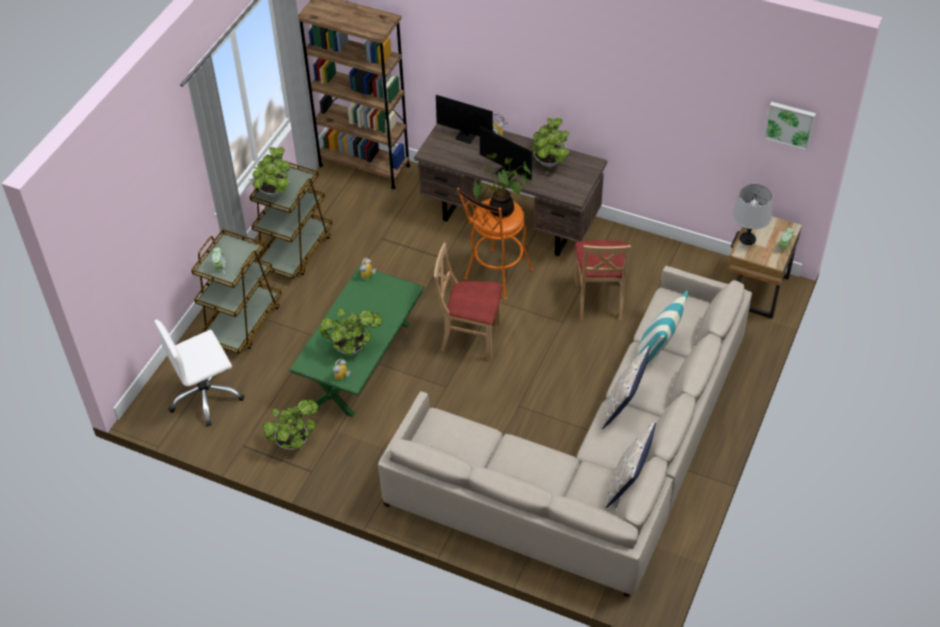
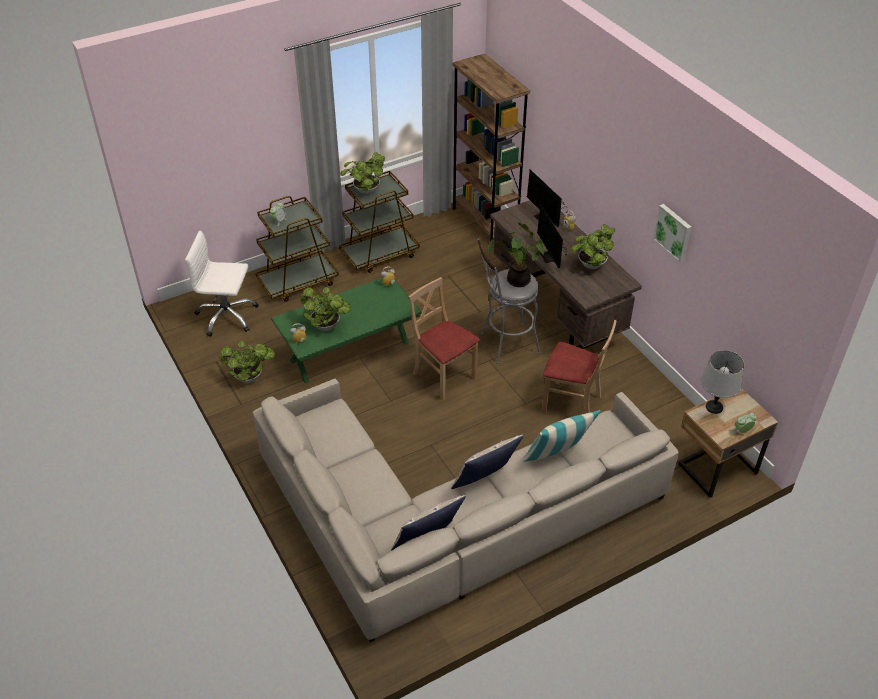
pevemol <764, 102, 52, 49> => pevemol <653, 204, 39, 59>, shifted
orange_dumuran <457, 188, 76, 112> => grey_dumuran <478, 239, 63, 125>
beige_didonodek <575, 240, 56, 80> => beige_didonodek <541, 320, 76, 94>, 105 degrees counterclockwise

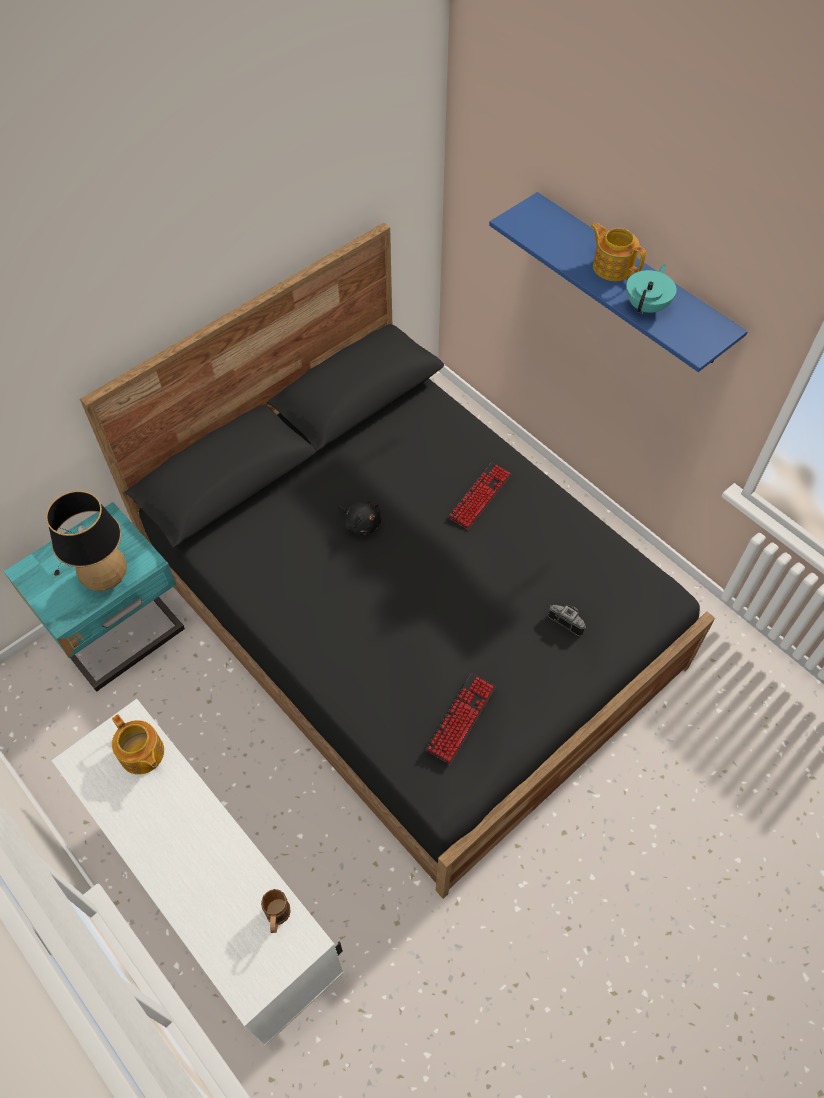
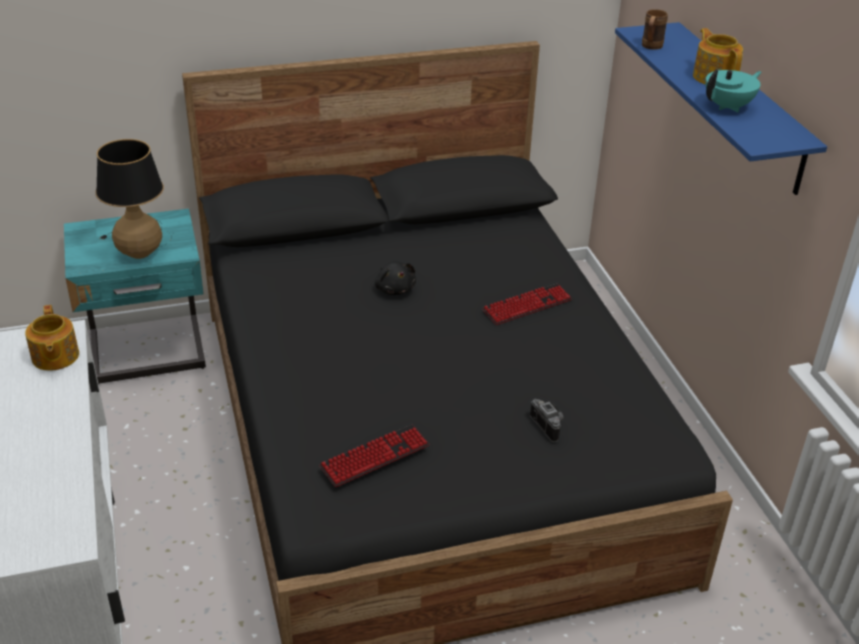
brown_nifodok <261, 889, 30, 44> => brown_nifodok <642, 9, 26, 41>, shifted

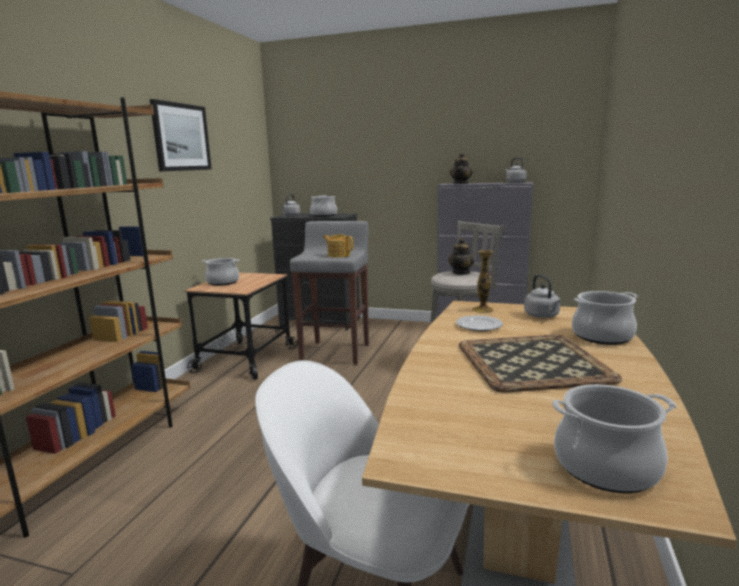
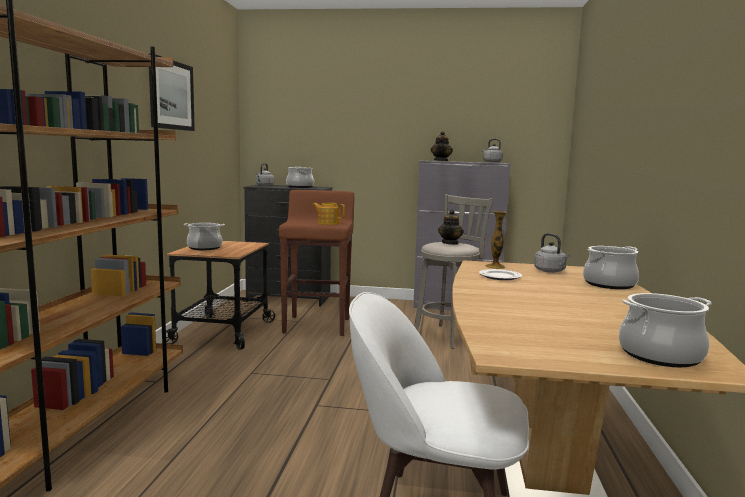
grey_dumuran <290, 221, 79, 144> => brown_dumuran <279, 190, 75, 146>
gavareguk <459, 335, 163, 58> => nothing

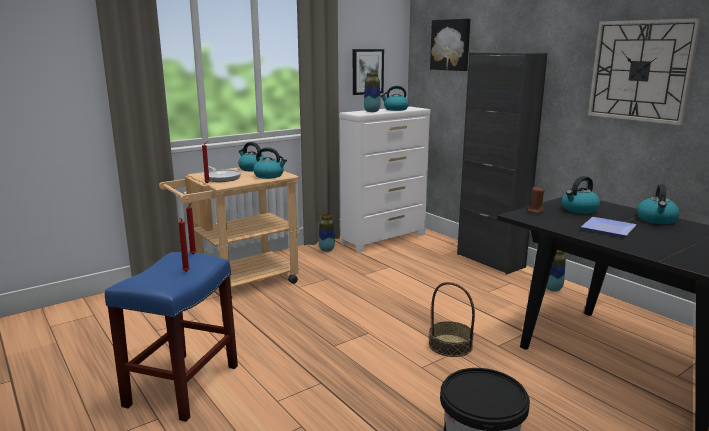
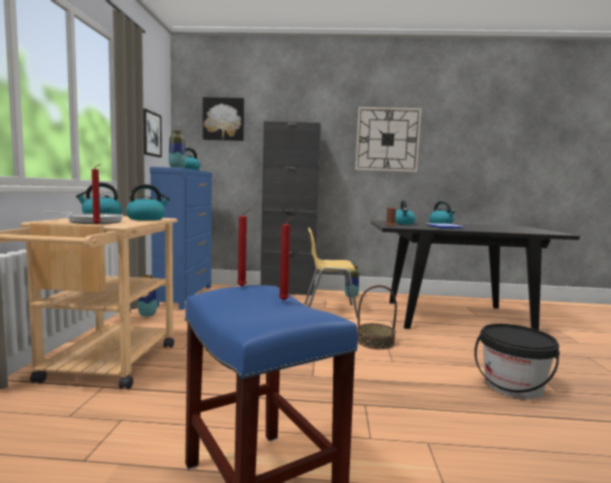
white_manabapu <339, 107, 92, 146> => blue_manabapu <150, 167, 62, 143>
nothing => yellow_didonodek <304, 228, 54, 90>

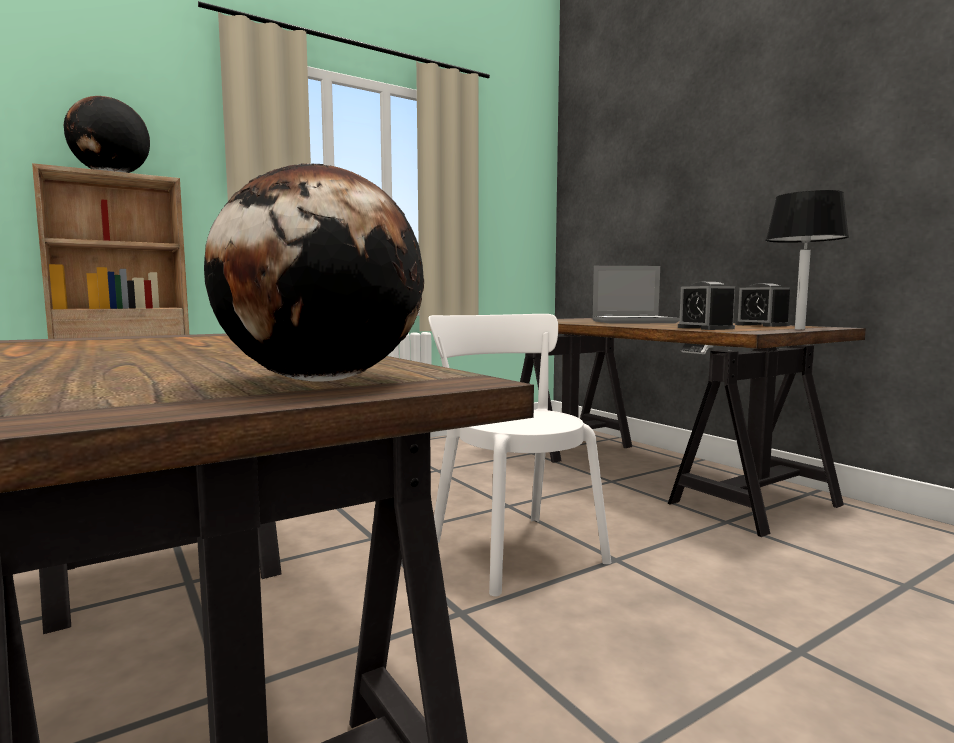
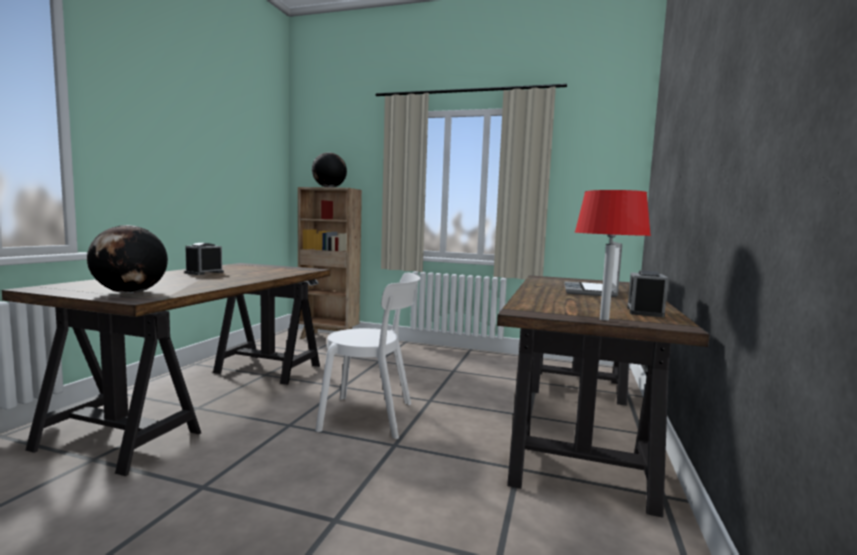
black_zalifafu <766, 190, 83, 140> => red_zalifafu <575, 190, 76, 131>
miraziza <592, 266, 88, 58> => miraziza <564, 242, 58, 55>, 60 degrees clockwise
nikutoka <678, 282, 57, 48> => nikutoka <185, 243, 39, 32>, shifted
white_didonodek <428, 314, 183, 282> => white_didonodek <315, 272, 105, 167>, 75 degrees clockwise

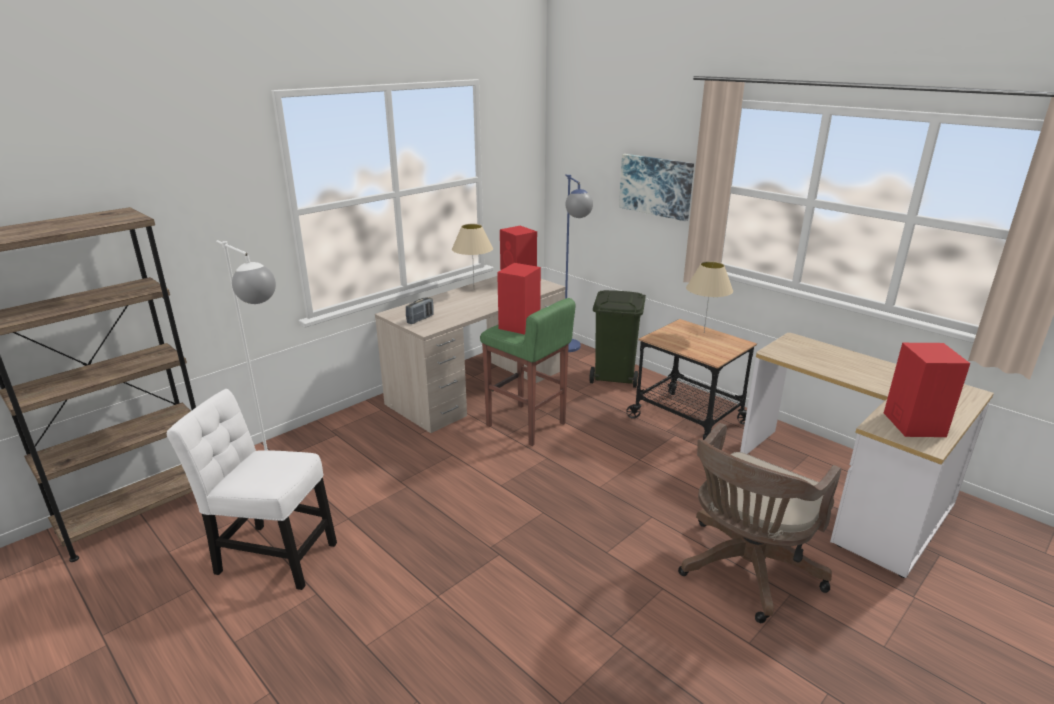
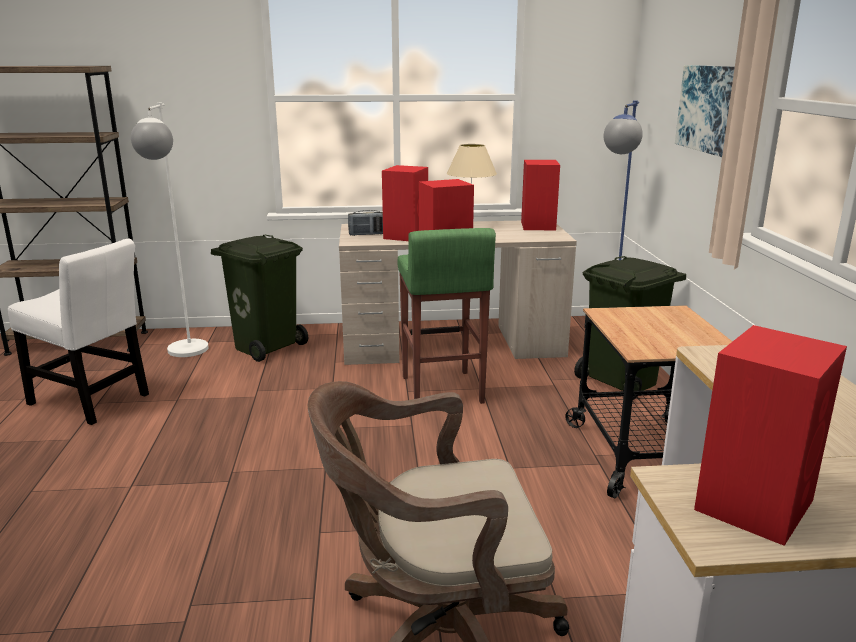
beige_zalifafu <686, 261, 47, 71> => nothing
white_didonodek <167, 389, 170, 201> => white_didonodek <8, 239, 141, 186>, 150 degrees clockwise
nothing => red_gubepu <382, 165, 46, 76>
nothing => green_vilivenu <211, 235, 97, 127>

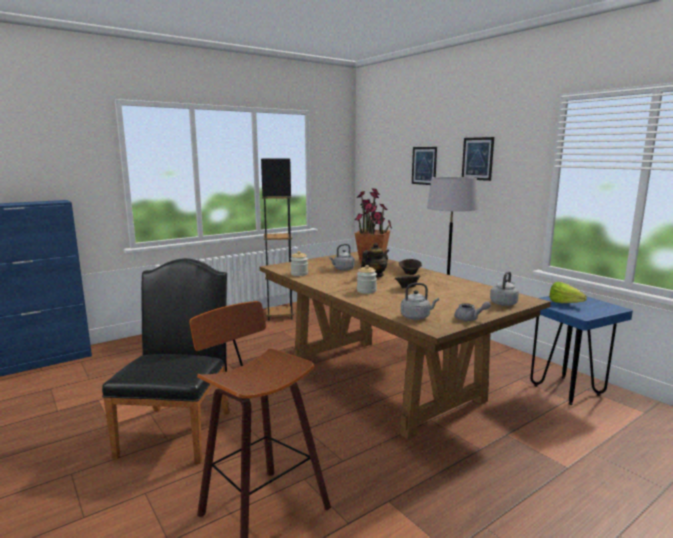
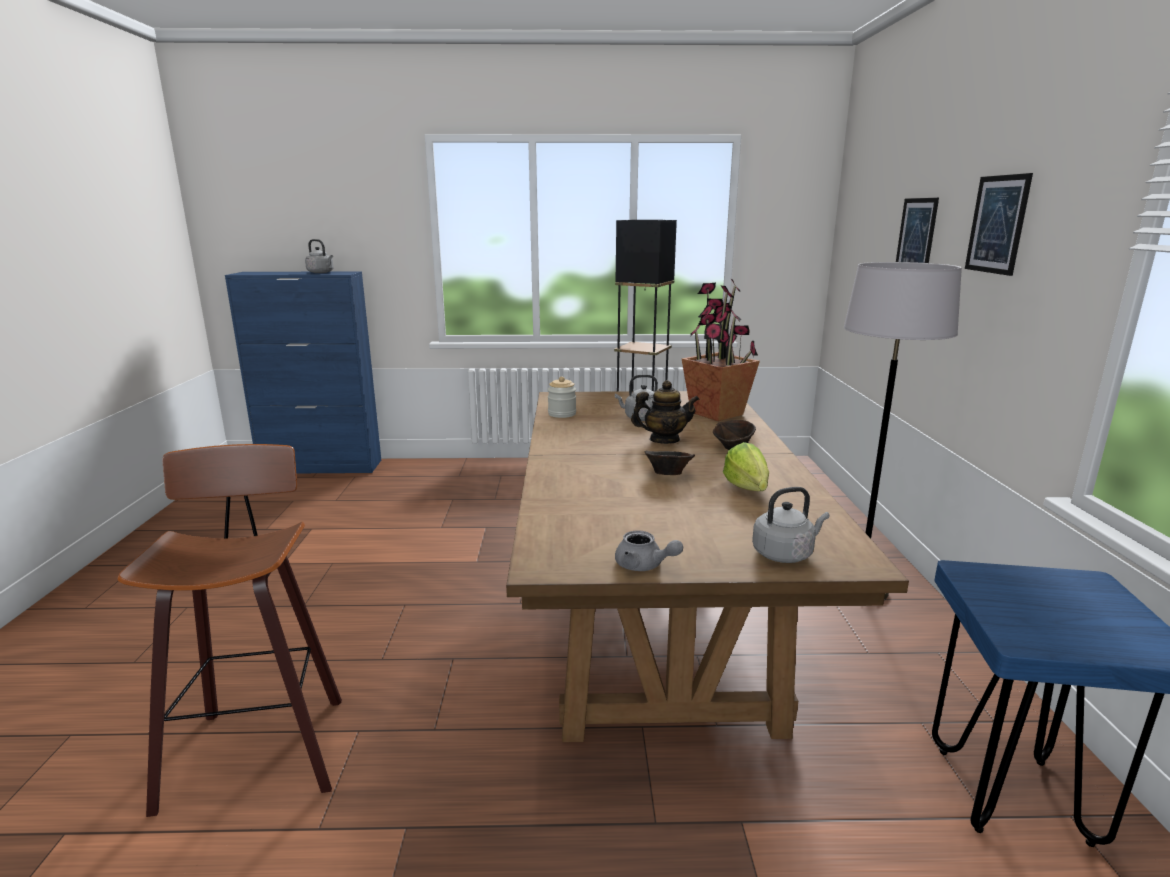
black_didonodek <102, 258, 128, 206> => nothing
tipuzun <357, 265, 20, 29> => nothing
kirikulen <549, 282, 38, 21> => kirikulen <723, 442, 46, 49>, shifted
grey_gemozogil <401, 283, 38, 37> => grey_gemozogil <305, 239, 29, 34>, shifted

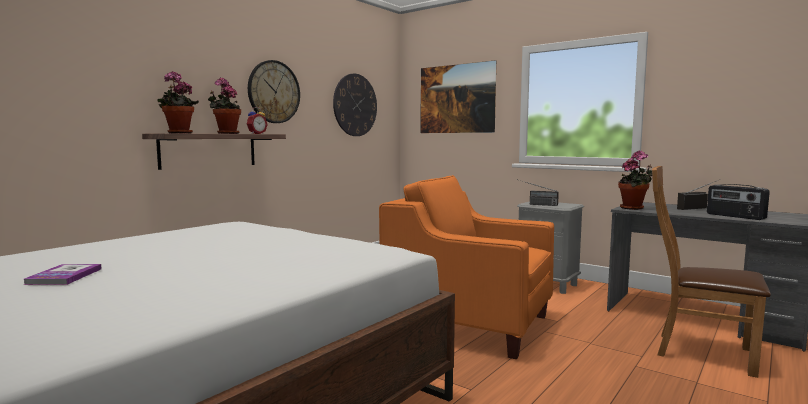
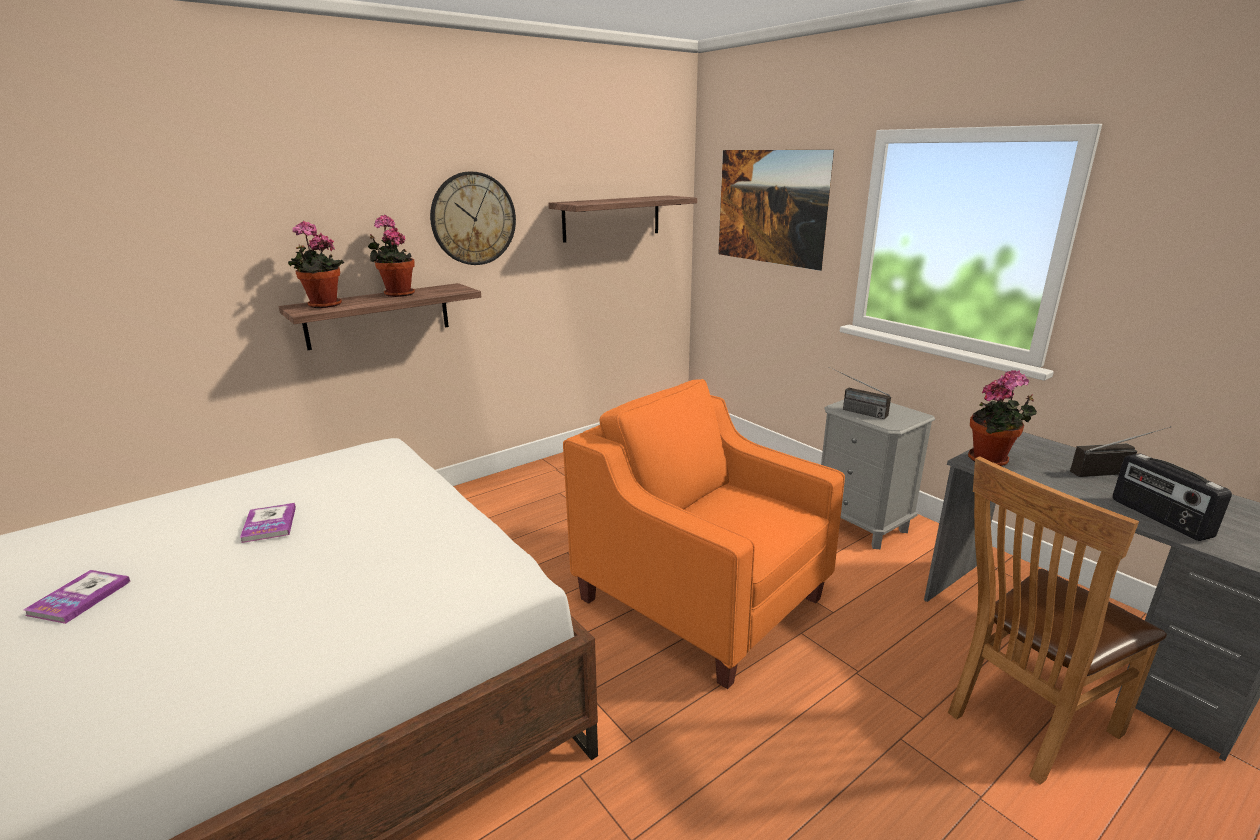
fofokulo <333, 74, 44, 62> => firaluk <549, 195, 148, 48>
nikutoka <247, 107, 21, 27> => nothing
brown_didonodek <652, 166, 119, 212> => brown_didonodek <948, 456, 219, 329>, 75 degrees counterclockwise
nothing => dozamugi <240, 503, 56, 40>

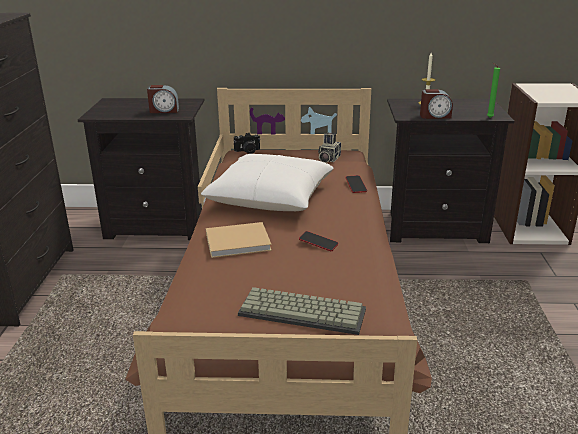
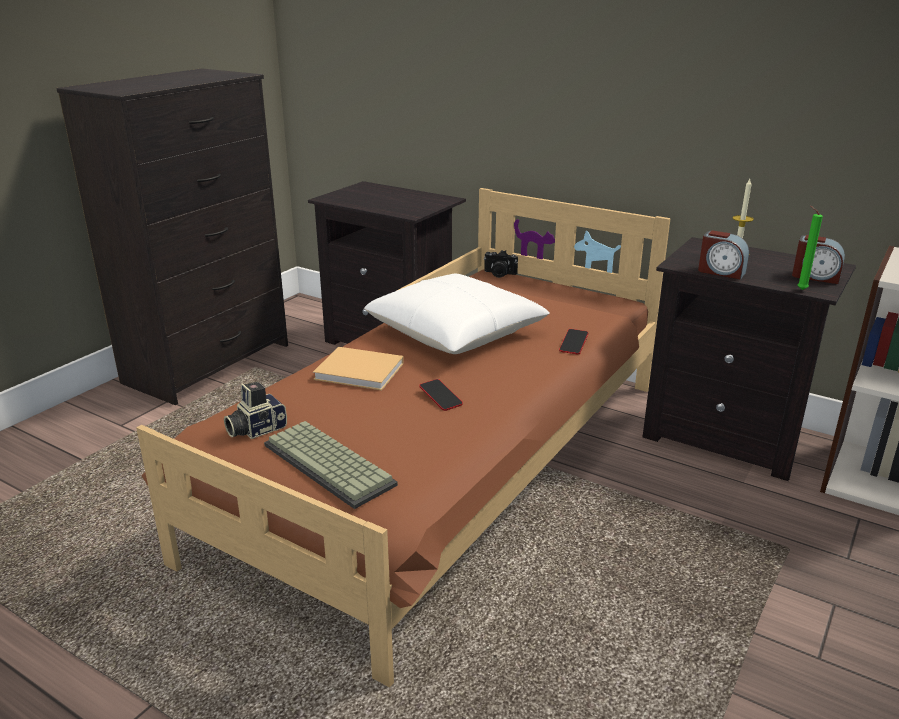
nikutoka <147, 85, 32, 28> => nikutoka <792, 235, 53, 49>, shifted
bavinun <318, 132, 23, 31> => bavinun <224, 382, 63, 57>, shifted

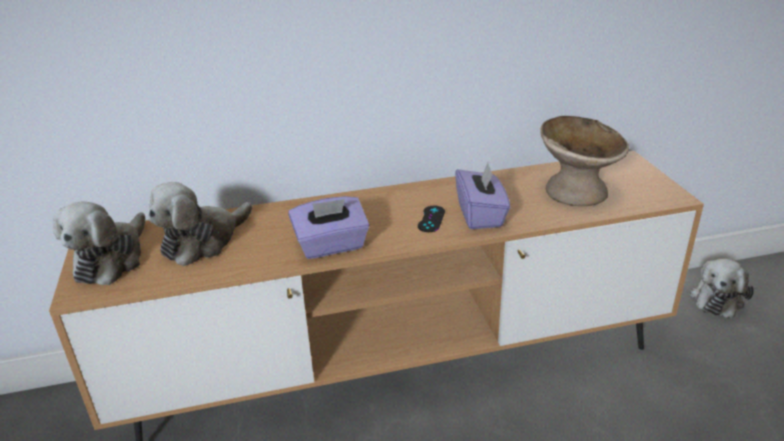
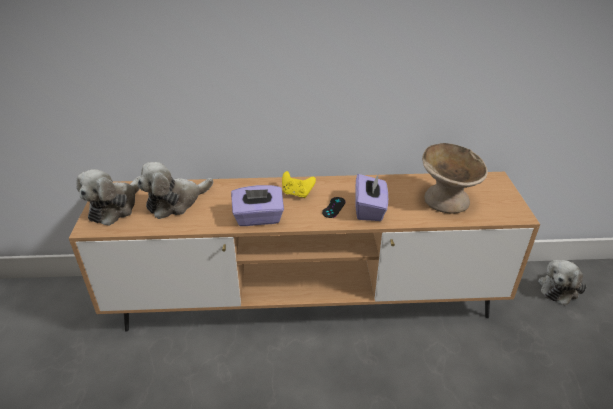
nothing => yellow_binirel <282, 171, 34, 27>

